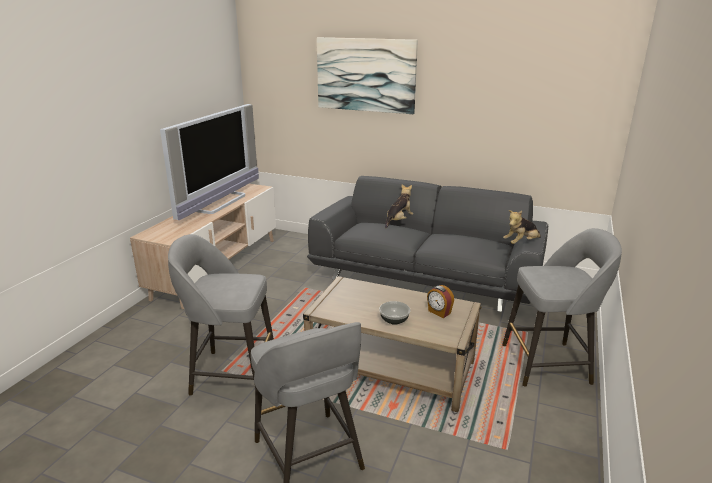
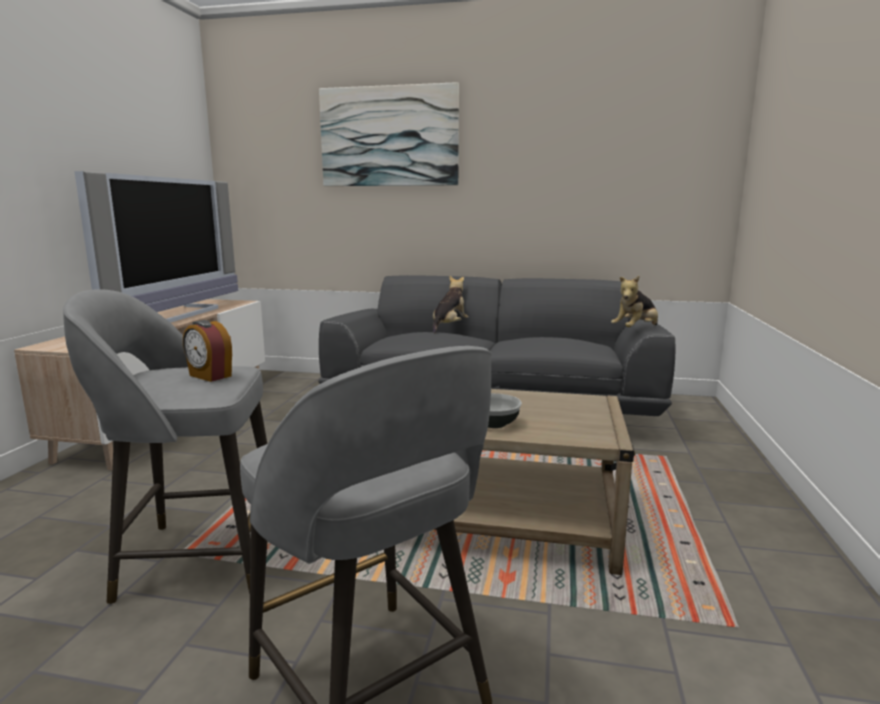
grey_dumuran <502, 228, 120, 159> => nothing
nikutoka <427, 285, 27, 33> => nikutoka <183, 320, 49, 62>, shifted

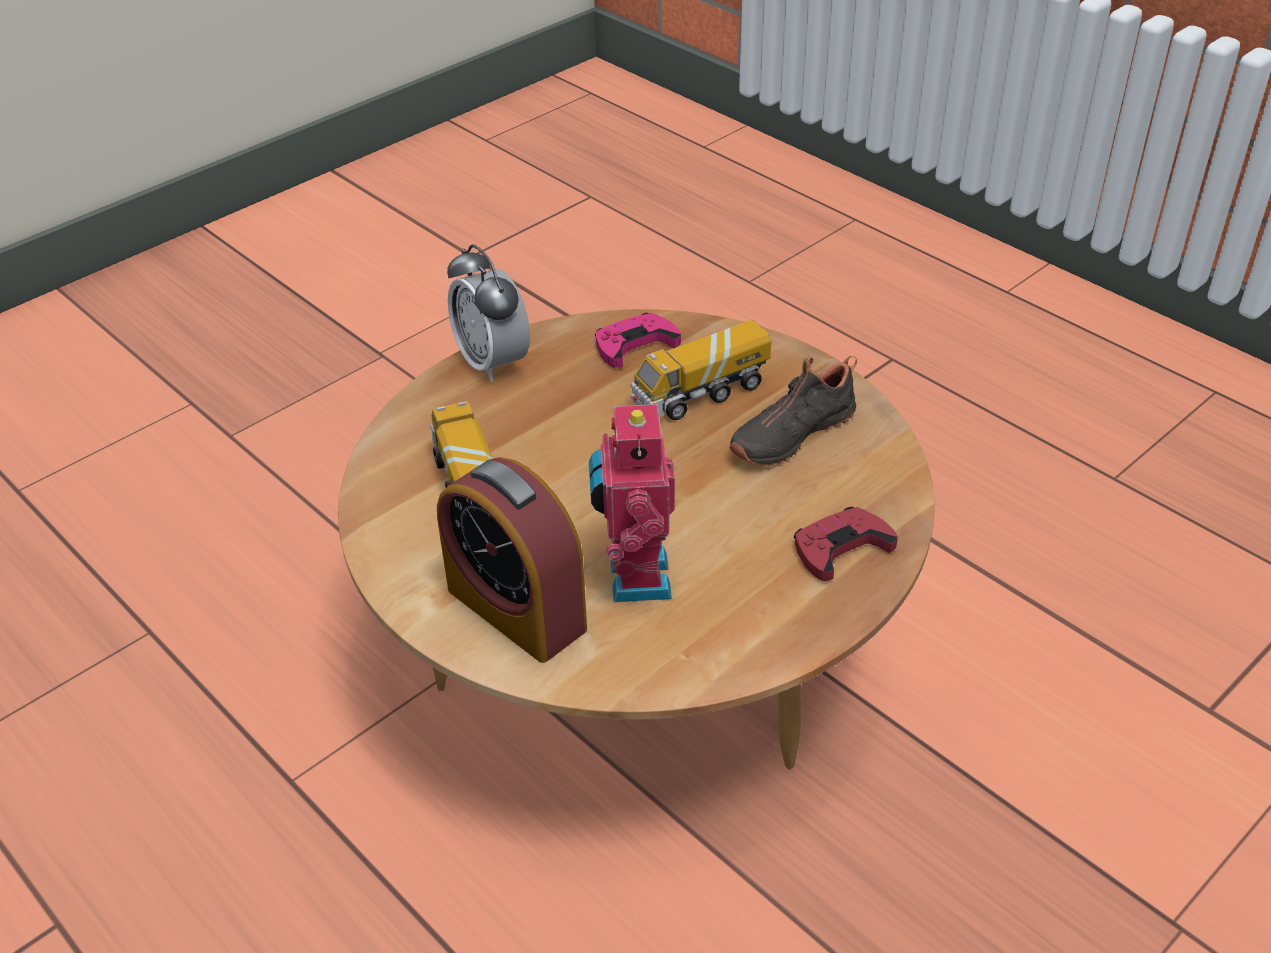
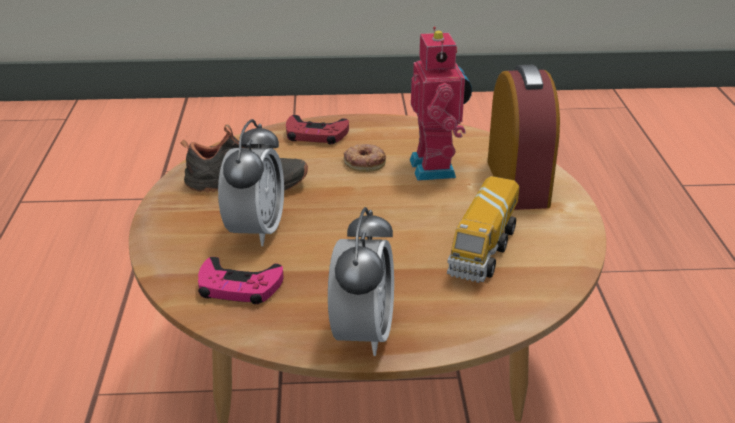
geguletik <631, 319, 140, 101> => nikutoka <218, 119, 66, 127>
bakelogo <589, 396, 86, 206> => bakelogo <410, 27, 62, 154>, 45 degrees counterclockwise
nothing => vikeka <344, 144, 42, 28>

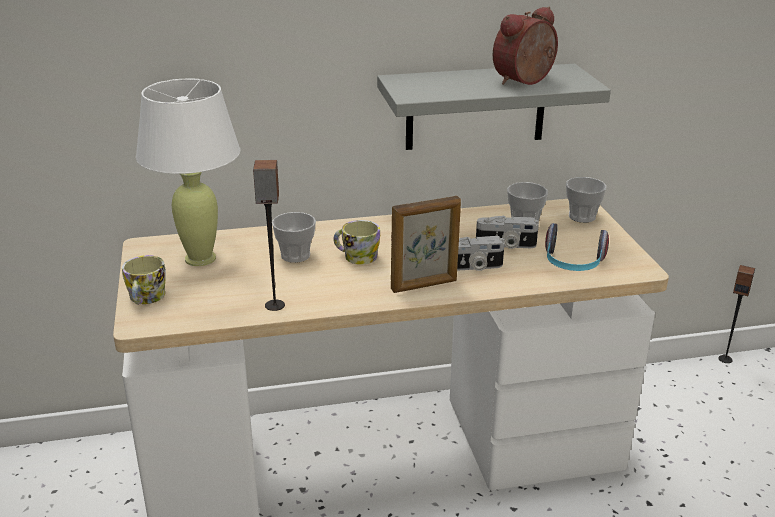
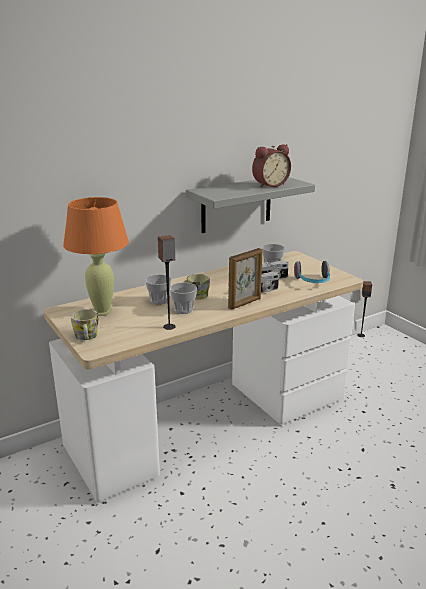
nikutoka <493, 7, 65, 78> => nikutoka <252, 144, 39, 44>, 150 degrees counterclockwise
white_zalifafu <136, 78, 104, 188> => orange_zalifafu <63, 197, 66, 119>
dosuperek <566, 177, 41, 46> => dosuperek <169, 283, 28, 31>, shifted

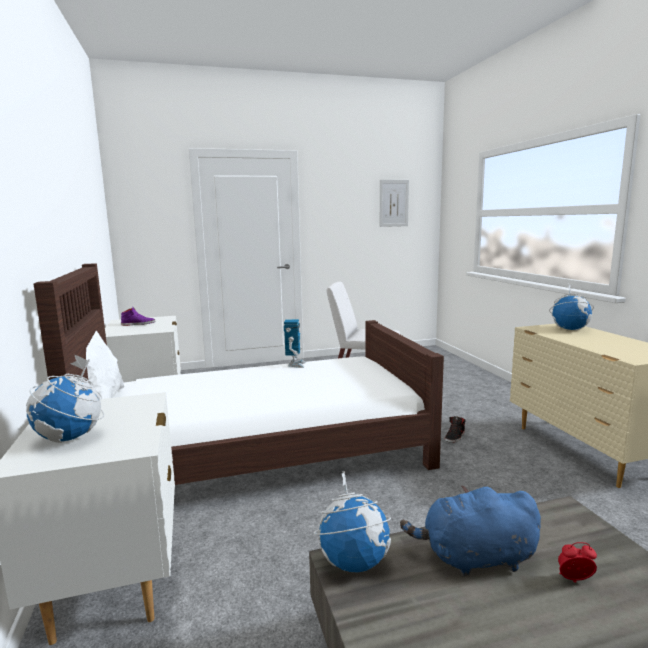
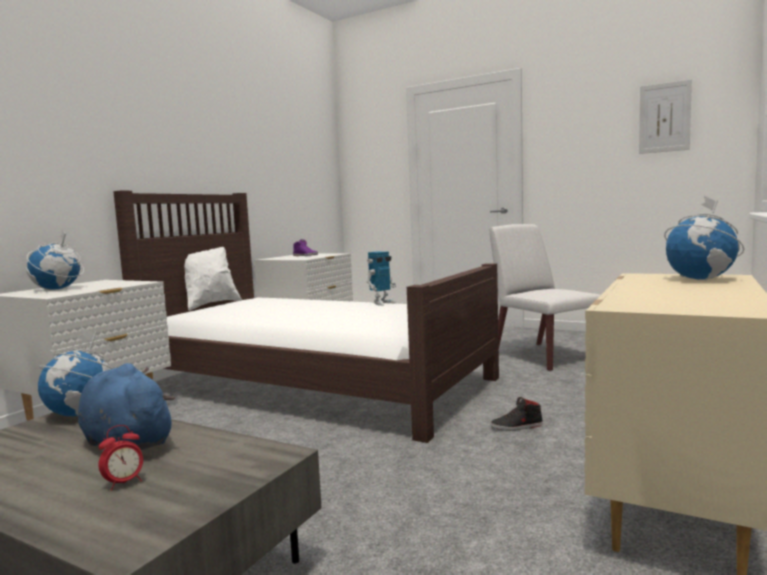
nikutoka <558, 542, 39, 41> => nikutoka <99, 425, 44, 66>, 90 degrees clockwise

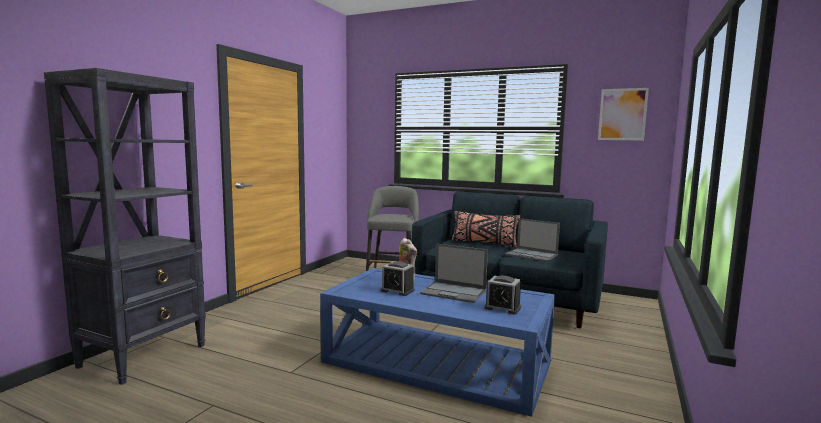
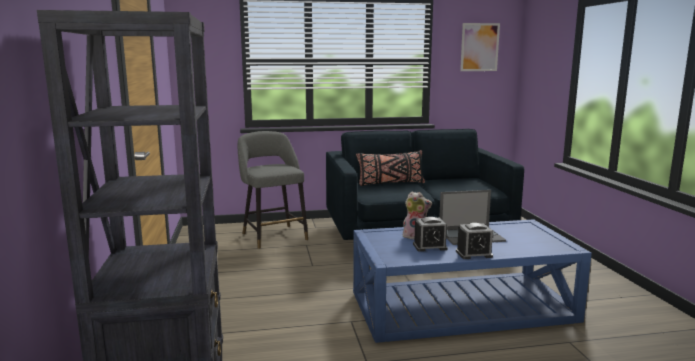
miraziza <505, 218, 55, 44> => nothing
nikutoka <484, 276, 37, 39> => nikutoka <456, 223, 37, 36>, shifted

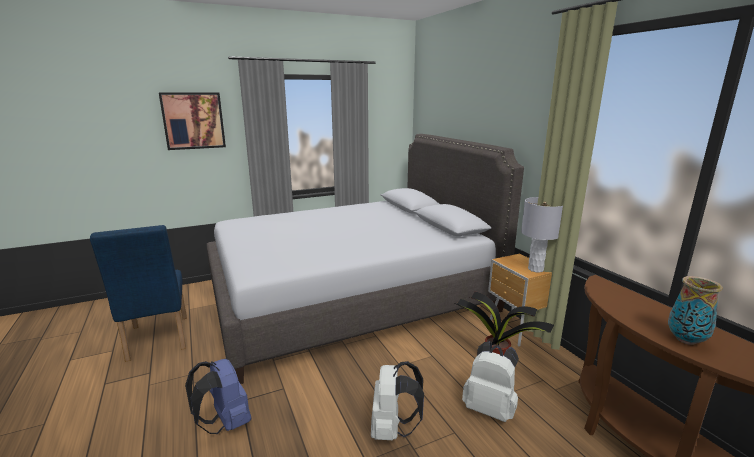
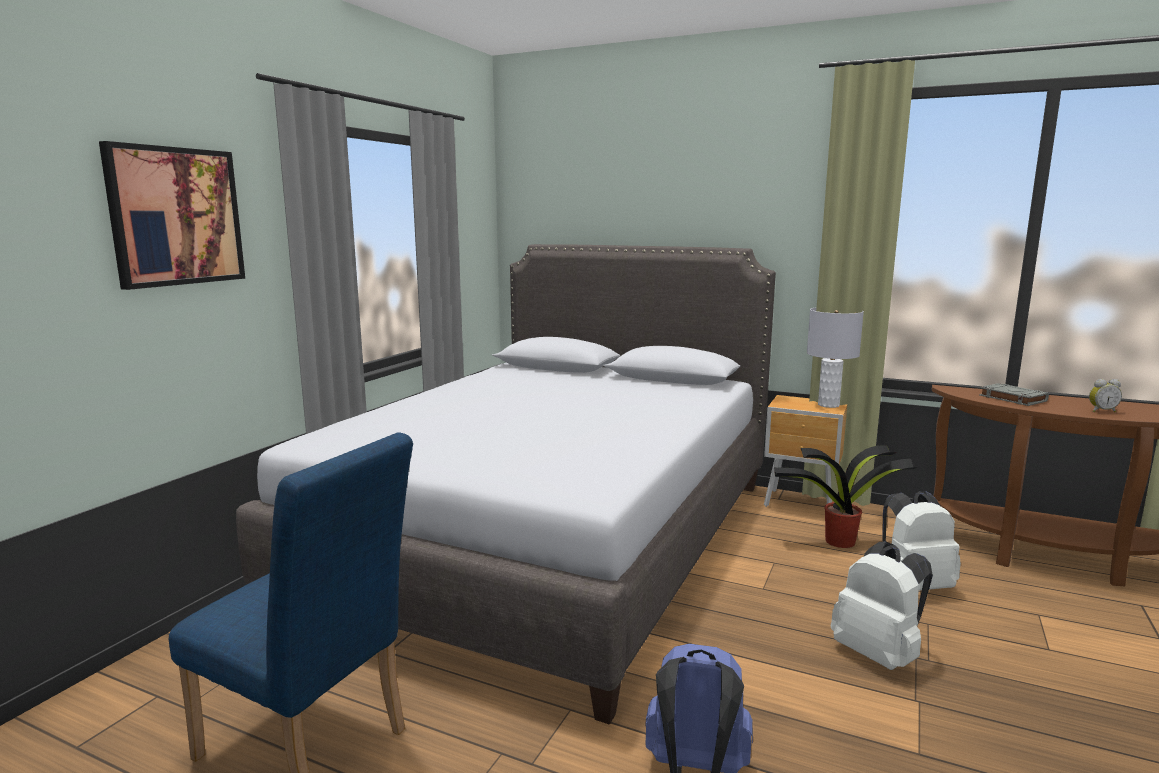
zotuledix <668, 276, 55, 69> => nikutoka <1089, 379, 33, 33>
nothing => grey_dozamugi <979, 383, 70, 23>

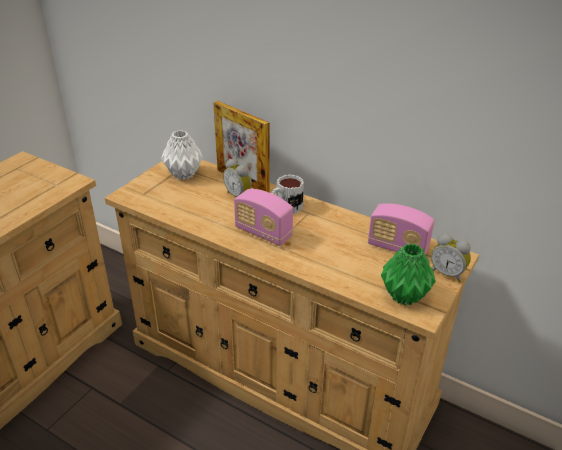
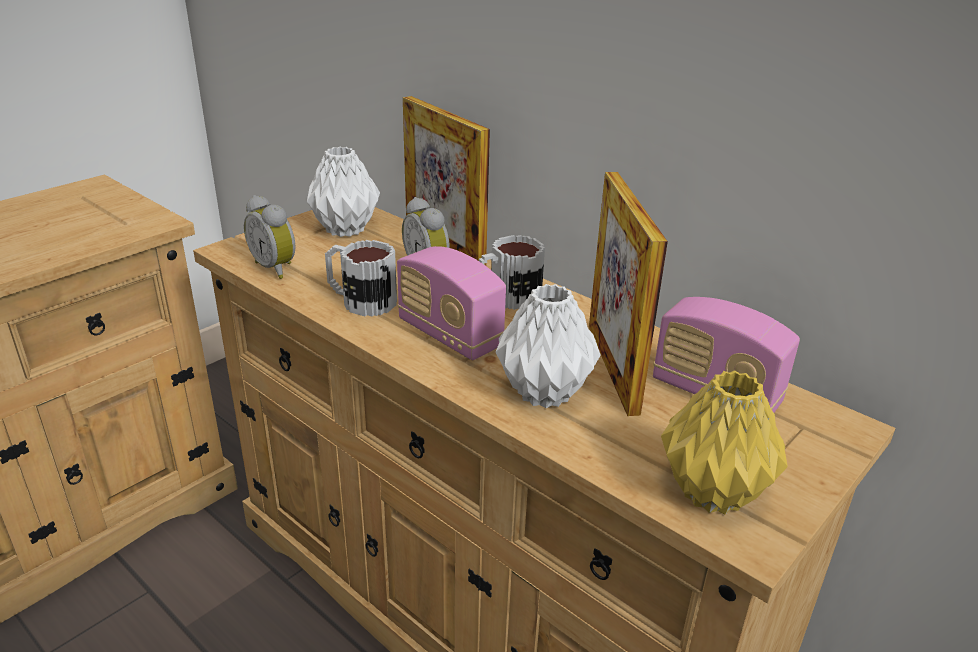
nikutoka <431, 233, 40, 50> => nikutoka <244, 195, 52, 84>, shifted
green_zotuledix <381, 243, 55, 62> => yellow_zotuledix <661, 370, 127, 144>
nothing => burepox <589, 172, 79, 244>
nothing => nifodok <325, 240, 72, 77>
nothing => white_zotuledix <496, 284, 104, 124>

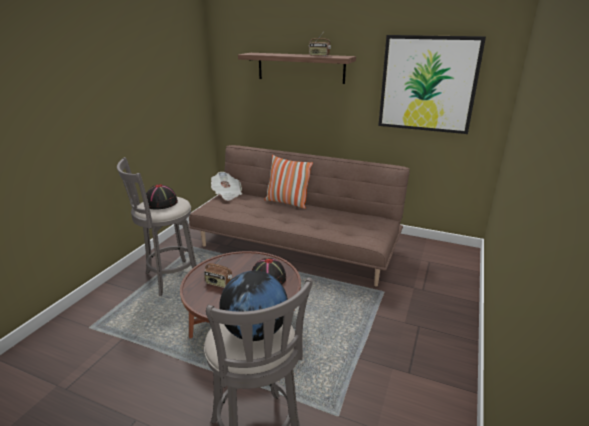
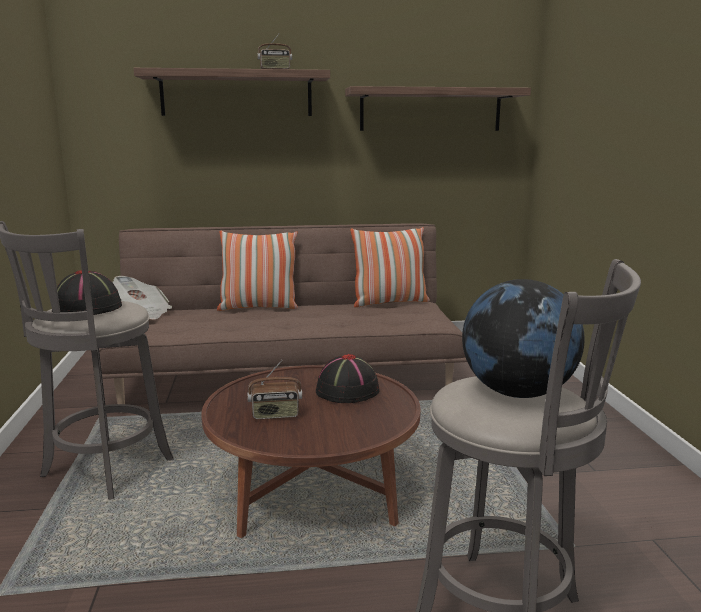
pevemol <378, 35, 108, 99> => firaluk <345, 86, 186, 45>
nothing => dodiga <350, 227, 80, 80>

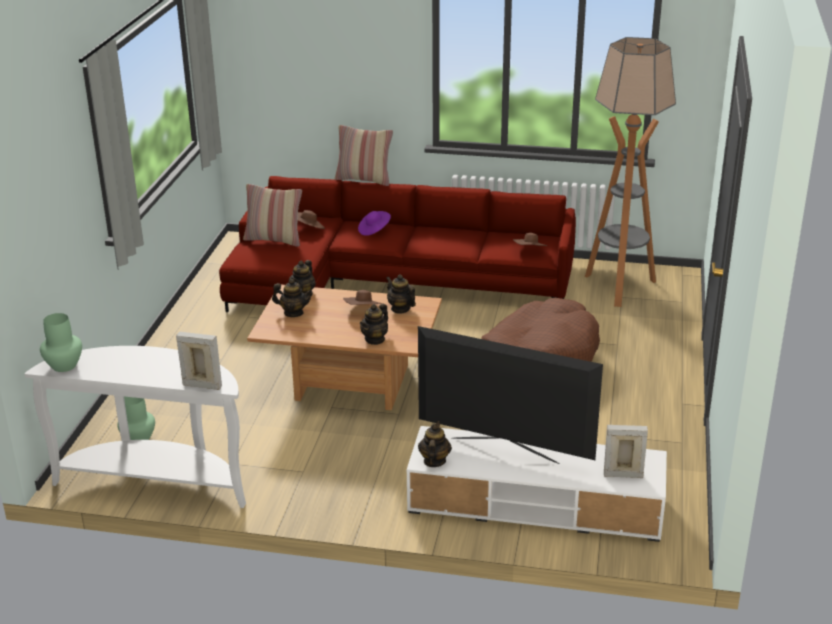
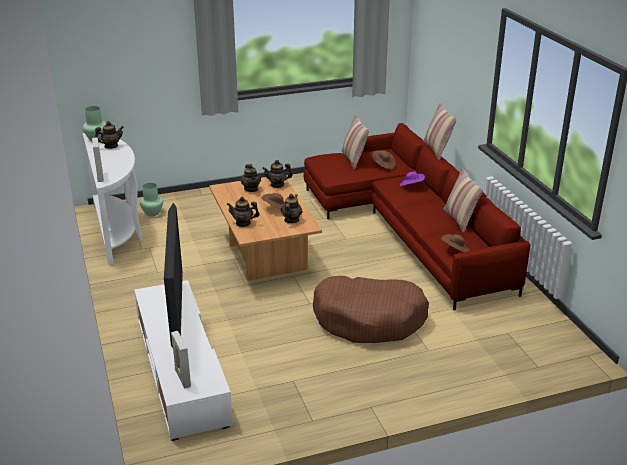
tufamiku <585, 37, 91, 270> => nothing
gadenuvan <418, 421, 34, 46> => gadenuvan <95, 121, 29, 28>, shifted
nothing => dodiga <444, 169, 39, 64>

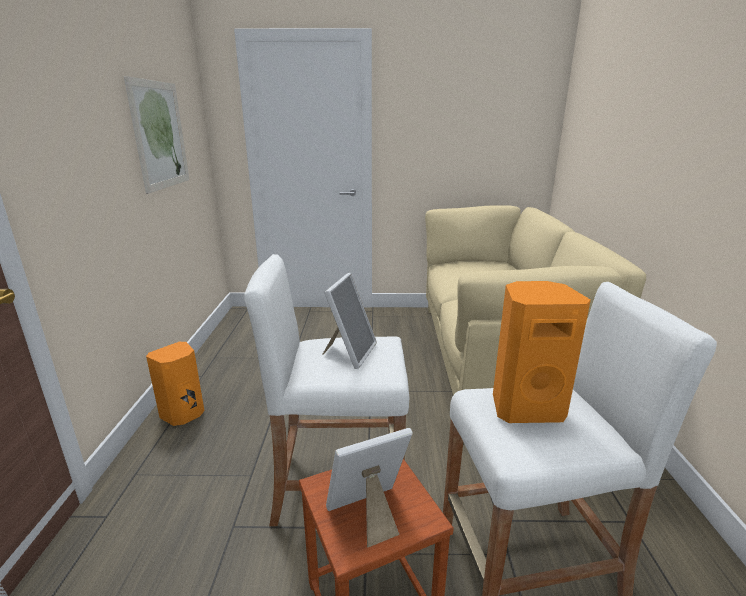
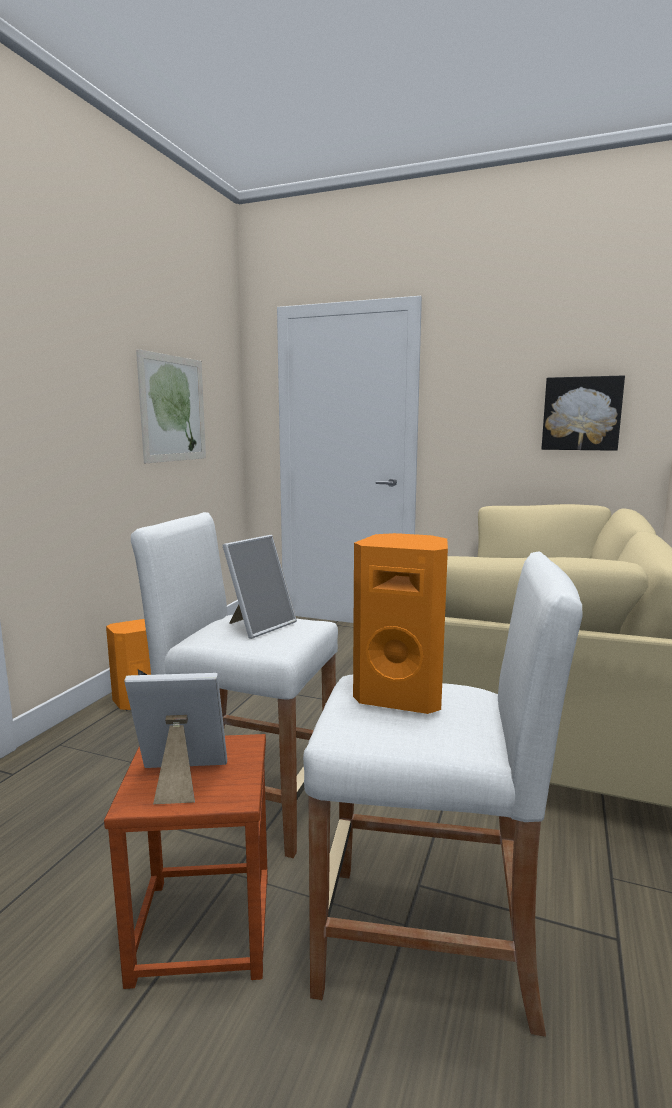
nothing => pevemol <542, 375, 83, 76>

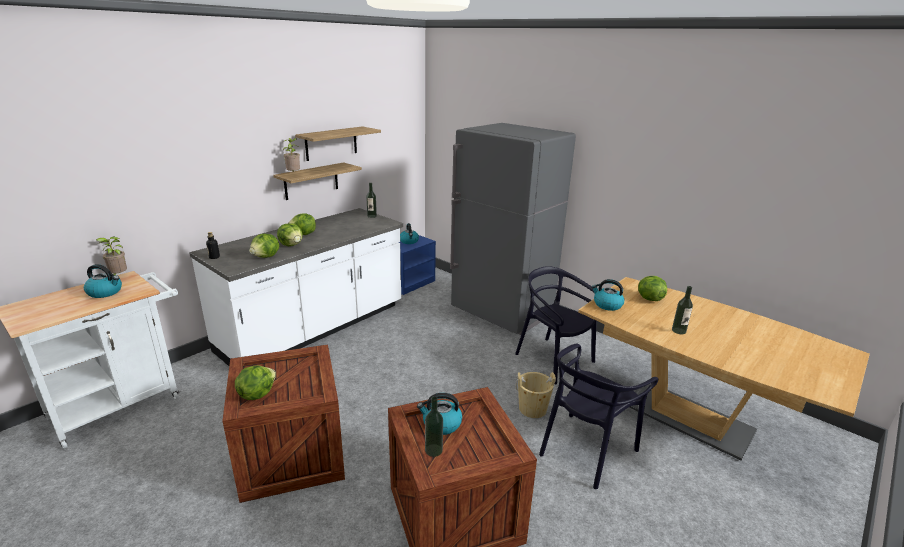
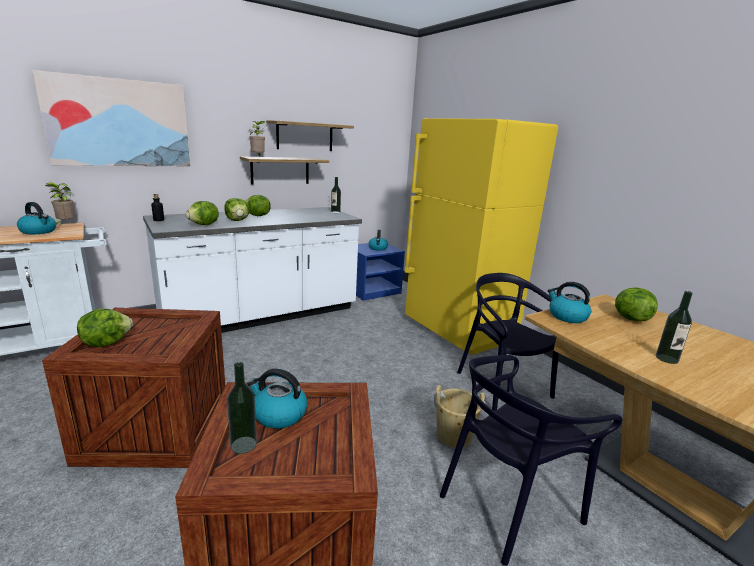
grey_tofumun <450, 123, 126, 212> => yellow_tofumun <404, 118, 154, 237>
nothing => pevemol <32, 70, 158, 96>

